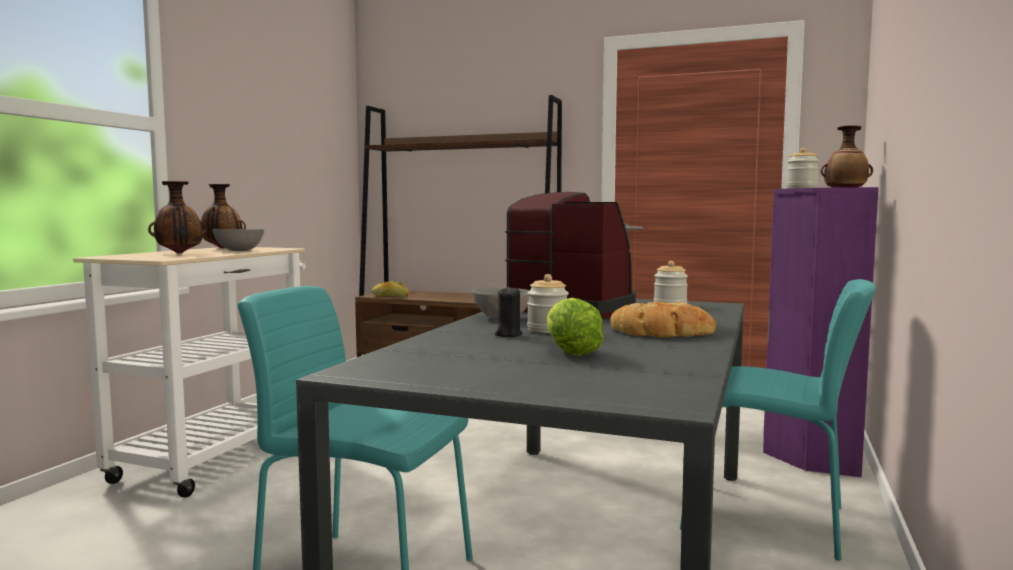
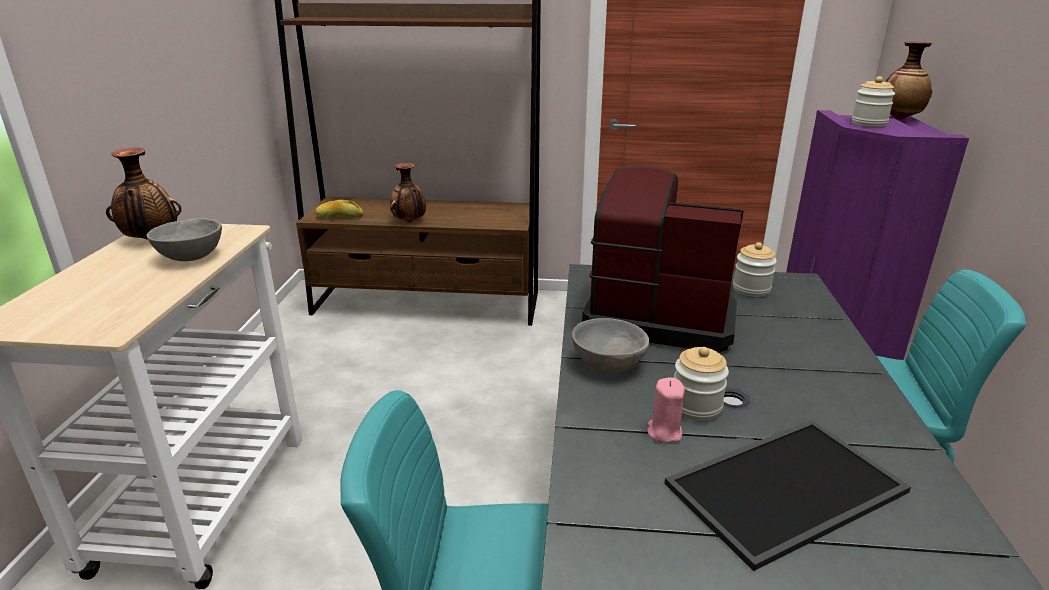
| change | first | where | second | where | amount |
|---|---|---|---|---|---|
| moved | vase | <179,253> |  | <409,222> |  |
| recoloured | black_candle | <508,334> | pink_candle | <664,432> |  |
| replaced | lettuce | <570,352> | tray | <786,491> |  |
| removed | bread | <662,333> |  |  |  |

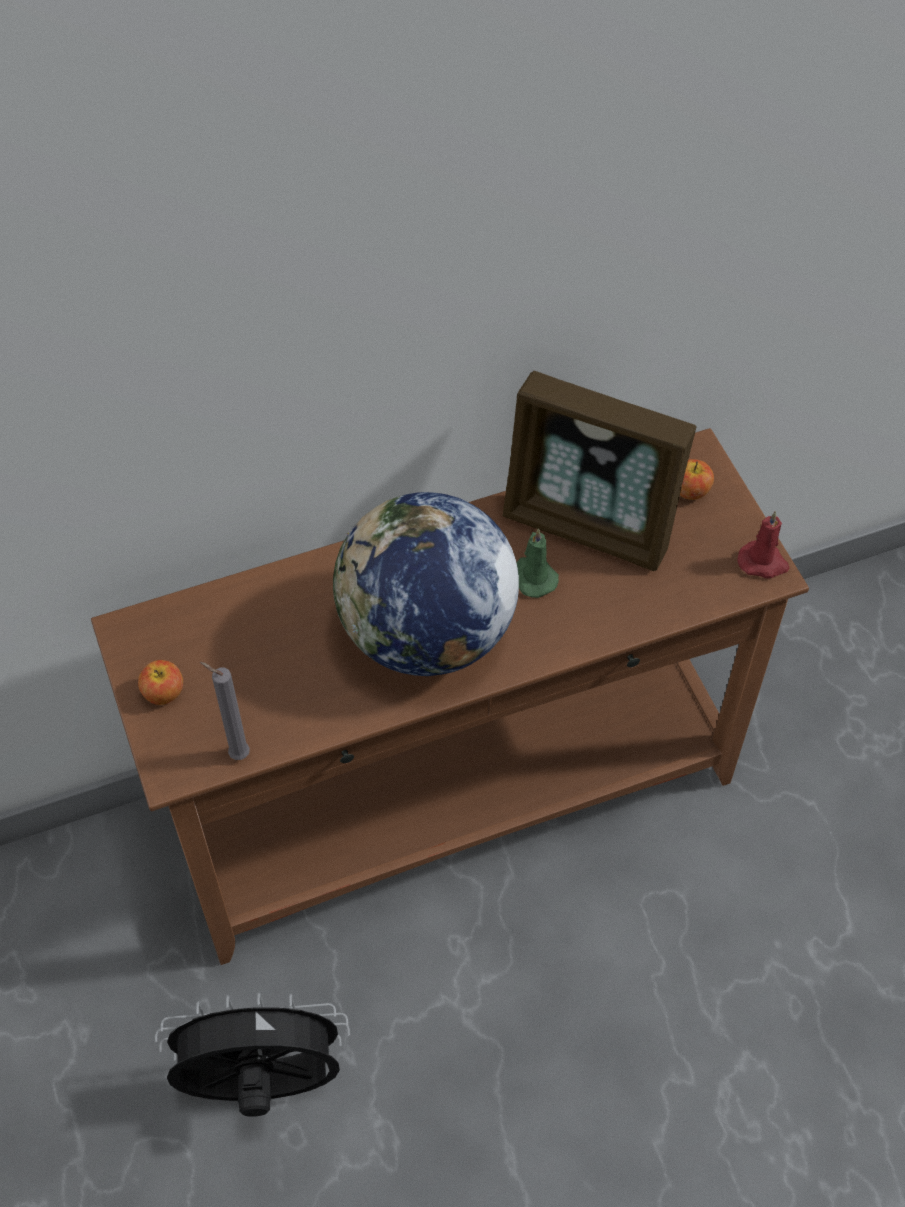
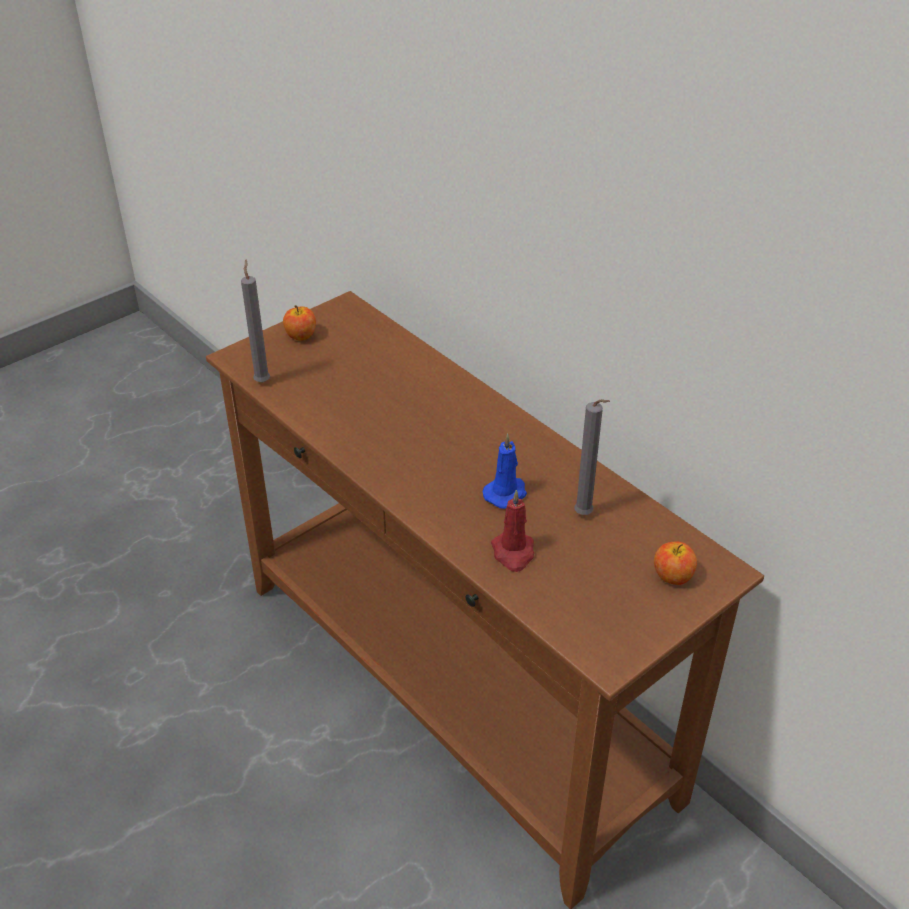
| change | first | where | second | where | amount |
|---|---|---|---|---|---|
| replaced | picture_frame | <589,525> | grey_candle | <585,516> |  |
| removed | globe | <426,635> |  |  |  |
| moved | red_candle | <763,562> |  | <513,553> |  |
| recoloured | green_candle | <533,577> | blue_candle | <506,493> |  |
| removed | black_fan | <262,1086> |  |  |  |

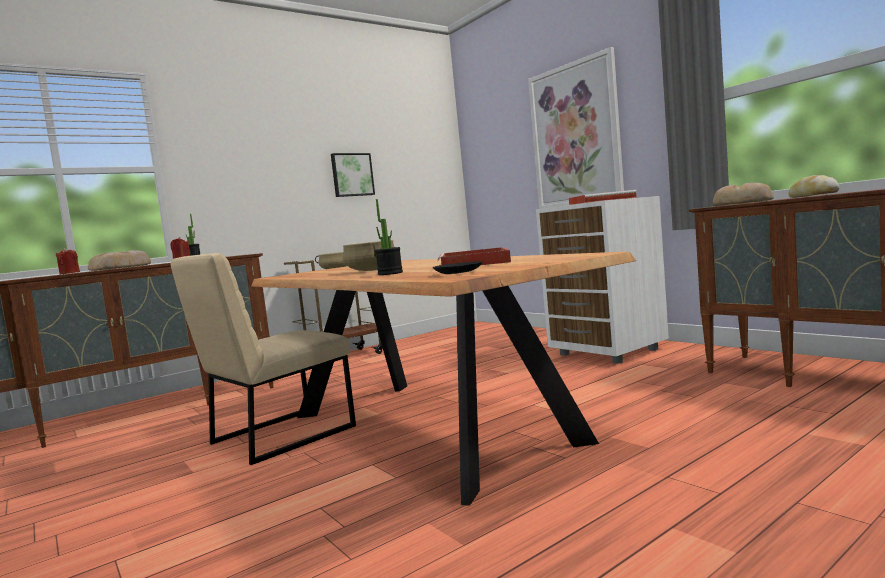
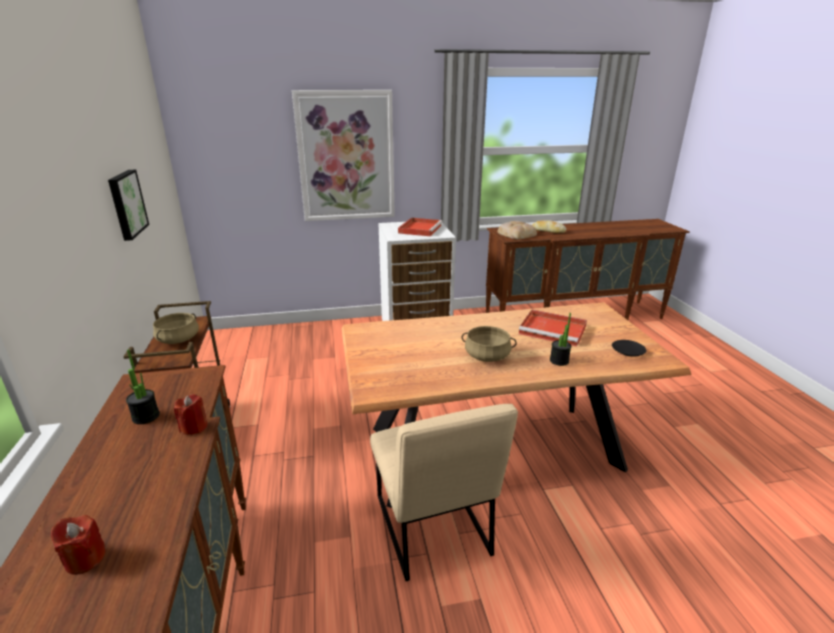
| change | first | where | second | where | amount |
|---|---|---|---|---|---|
| removed | bread | <122,267> |  |  |  |

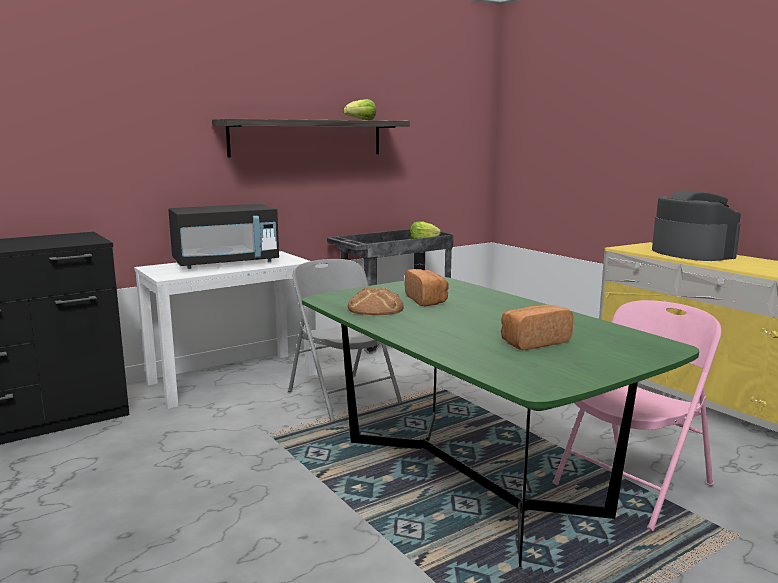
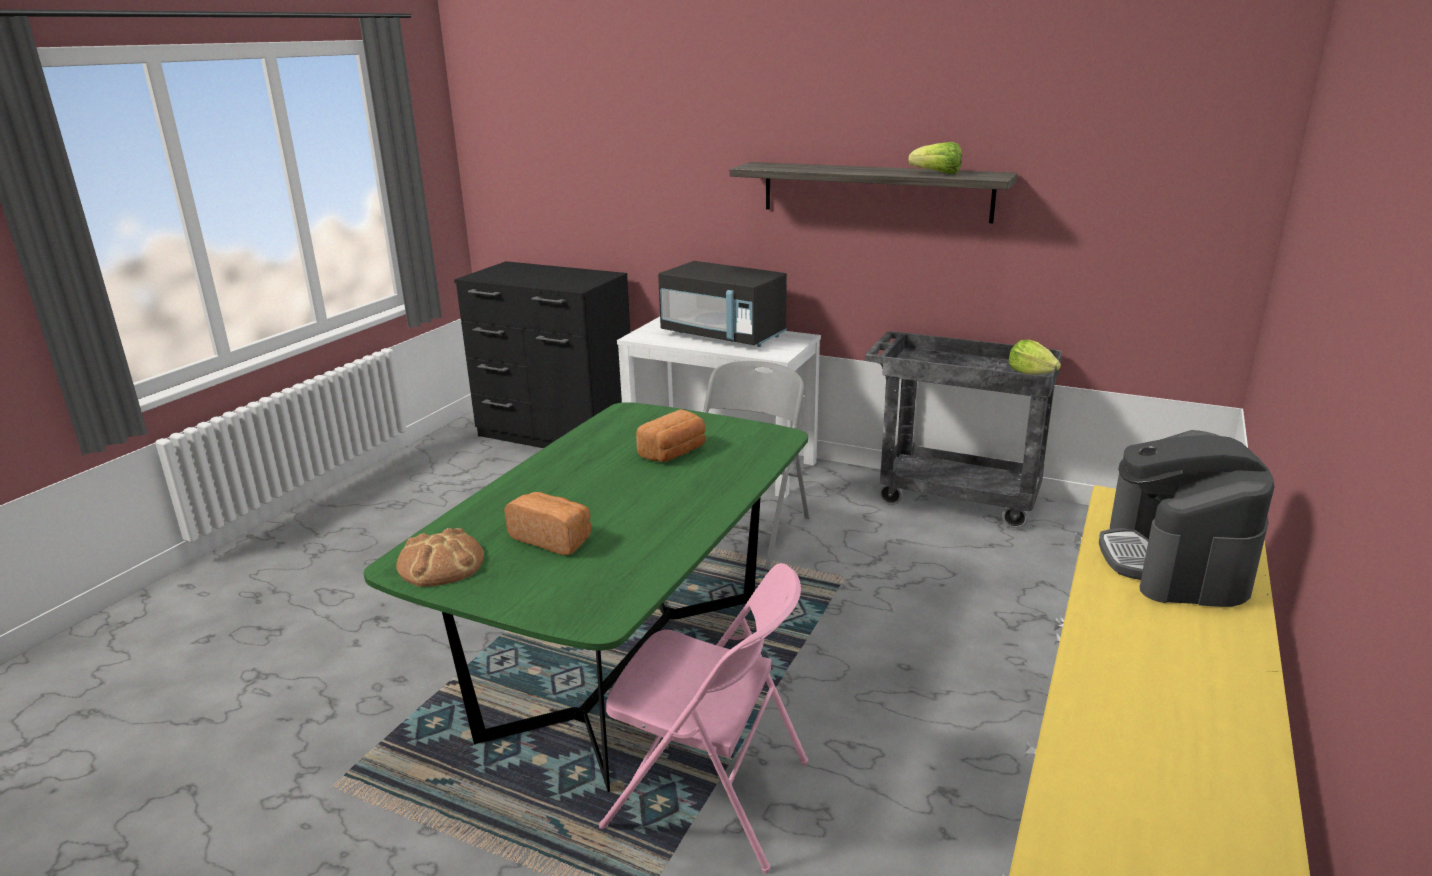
| change | first | where | second | where | amount |
|---|---|---|---|---|---|
| turned | coffee_machine | <691,253> |  | <1174,562> | 150 degrees clockwise |
| moved | bread | <375,308> |  | <441,563> |  |

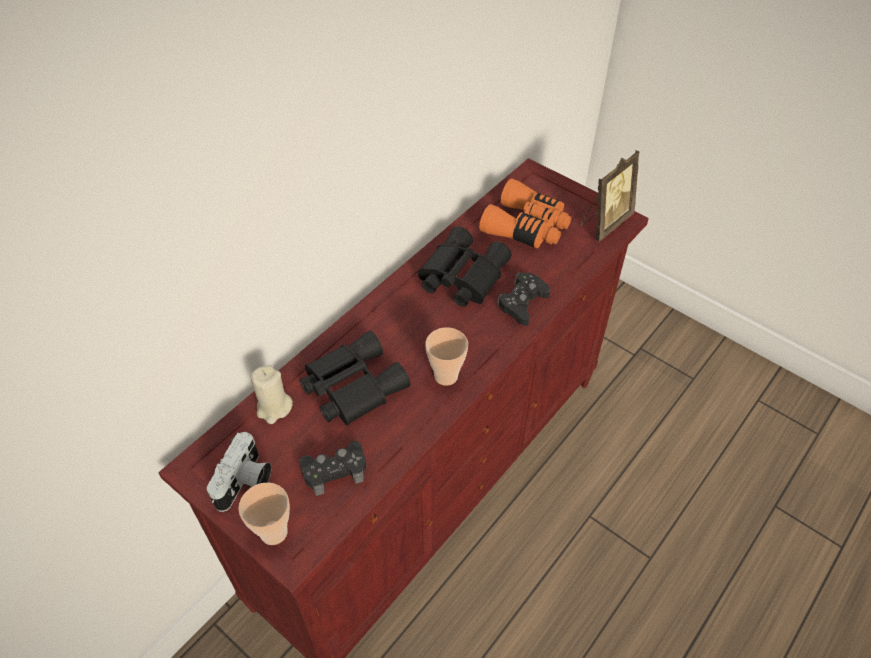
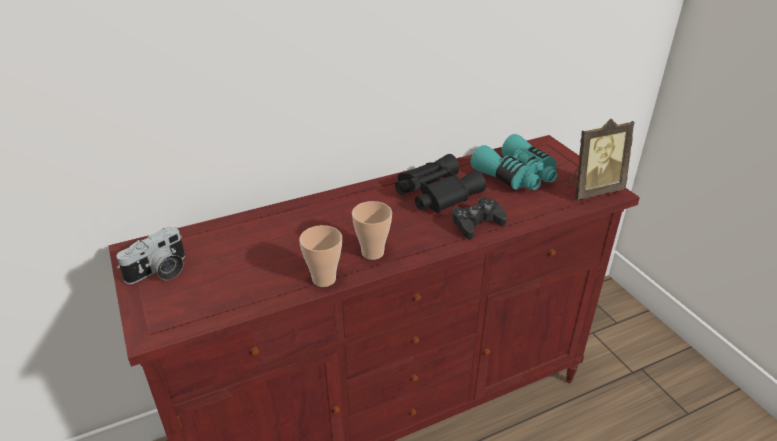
| change | first | where | second | where | amount |
|---|---|---|---|---|---|
| recoloured | orange_binoculars | <527,227> | turquoise_binoculars | <517,176> |  |
| removed | black_binoculars | <351,385> |  |  |  |
| removed | beige_candle | <274,408> |  |  |  |
| removed | black_game_controller | <335,471> |  |  |  |
| moved | cup | <274,532> |  | <324,279> |  |

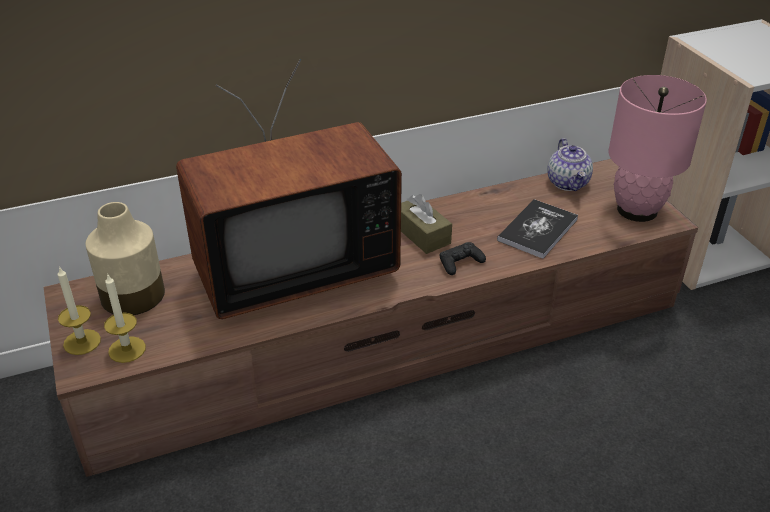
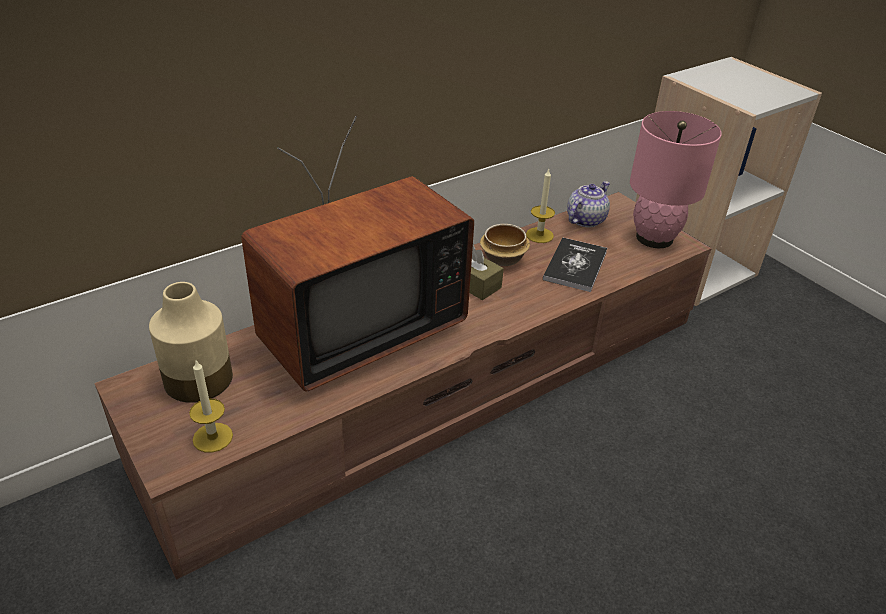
| change | first | where | second | where | amount |
|---|---|---|---|---|---|
| turned | teapot | <568,183> |  | <585,219> | 120 degrees counterclockwise |
| removed | black_game_controller | <460,263> |  |  |  |
| moved | candle | <82,342> |  | <539,235> |  |
| added |  |  | bowl | <504,259> |  |

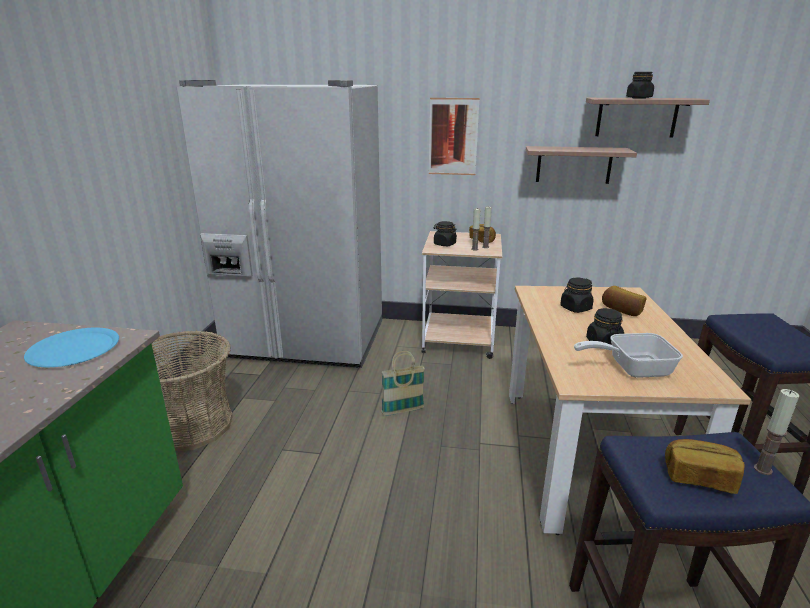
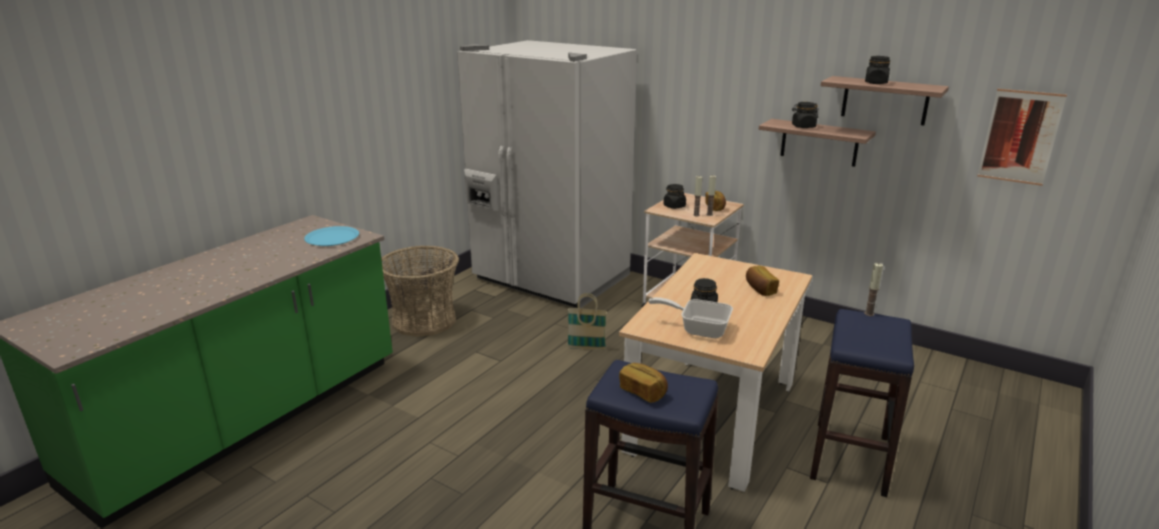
| change | first | where | second | where | amount |
|---|---|---|---|---|---|
| moved | picture | <453,137> |  | <1020,137> |  |
| moved | black_jar | <575,308> |  | <803,126> |  |
| moved | candle | <762,469> |  | <869,313> |  |

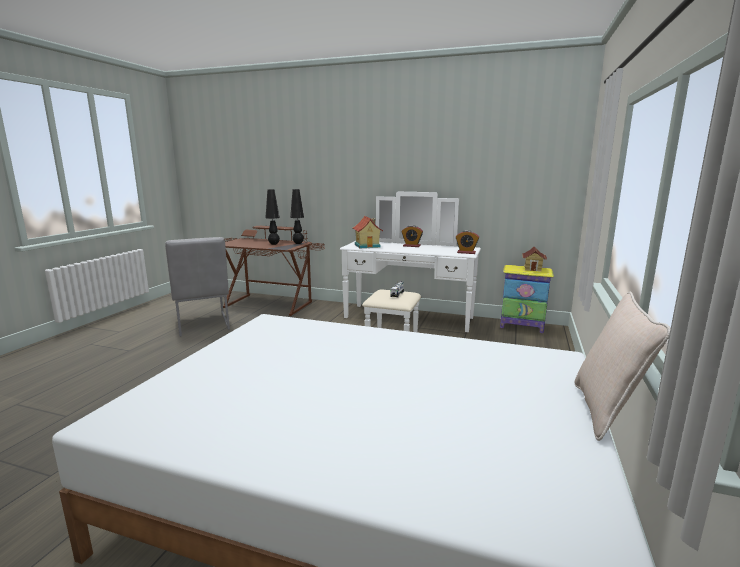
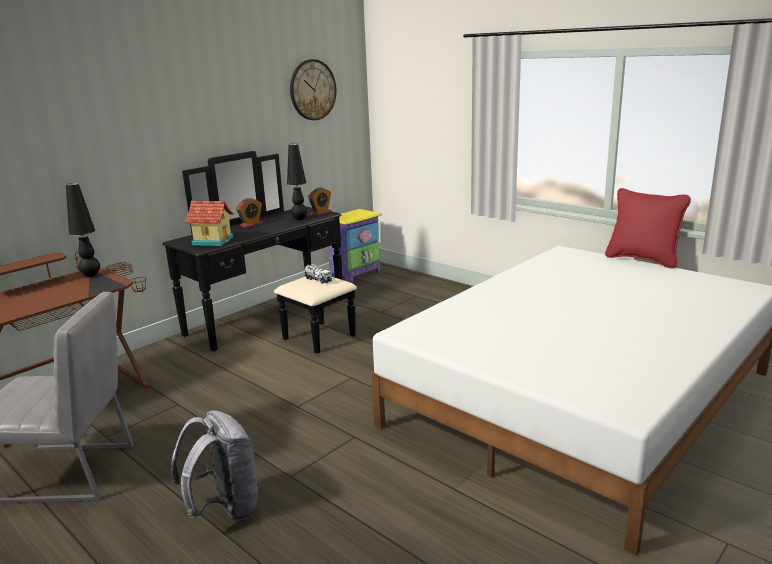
| change | first | where | second | where | amount |
|---|---|---|---|---|---|
| moved | black_table_lamp | <274,244> |  | <299,219> |  |
| recoloured | white_dresser | <405,322> | black_dresser | <279,320> |  |
| removed | toy_house | <533,269> |  |  |  |
| recoloured | beige_pillow | <606,411> | red_pillow | <642,259> |  |
| added |  |  | wall_clock | <312,90> |  |
| added |  |  | grey_backpack | <225,508> |  |

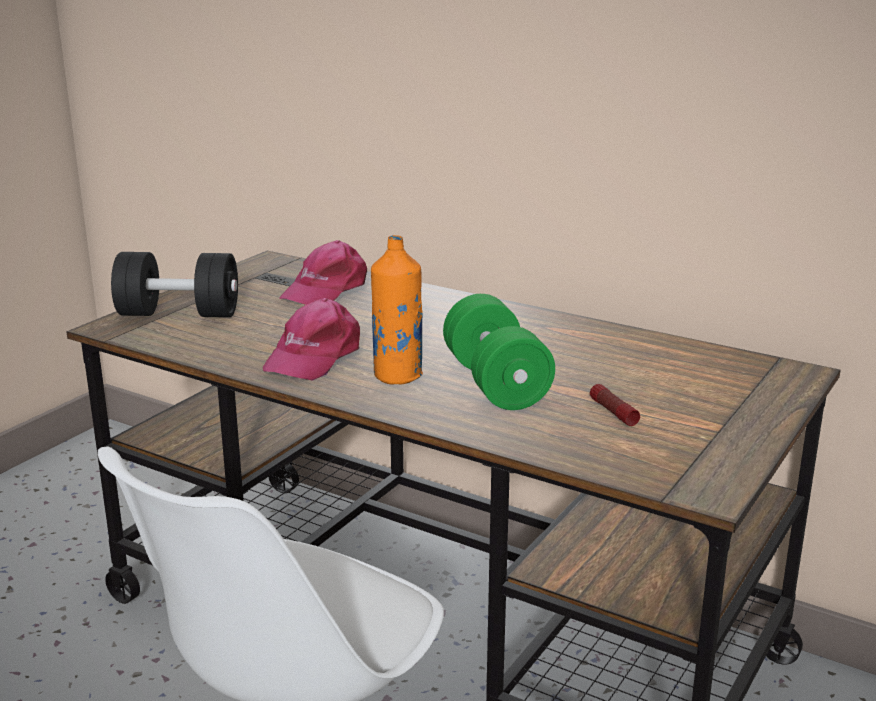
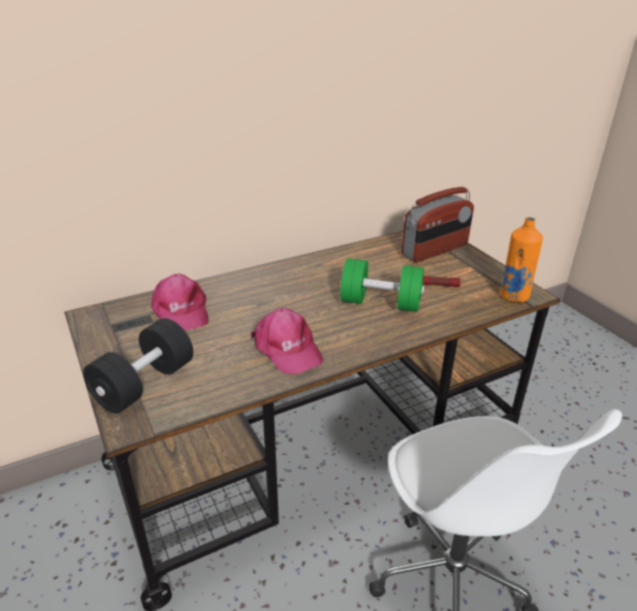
| change | first | where | second | where | amount |
|---|---|---|---|---|---|
| moved | orange_bottle | <398,376> |  | <514,296> |  |
| added |  |  | radio | <435,250> |  |

